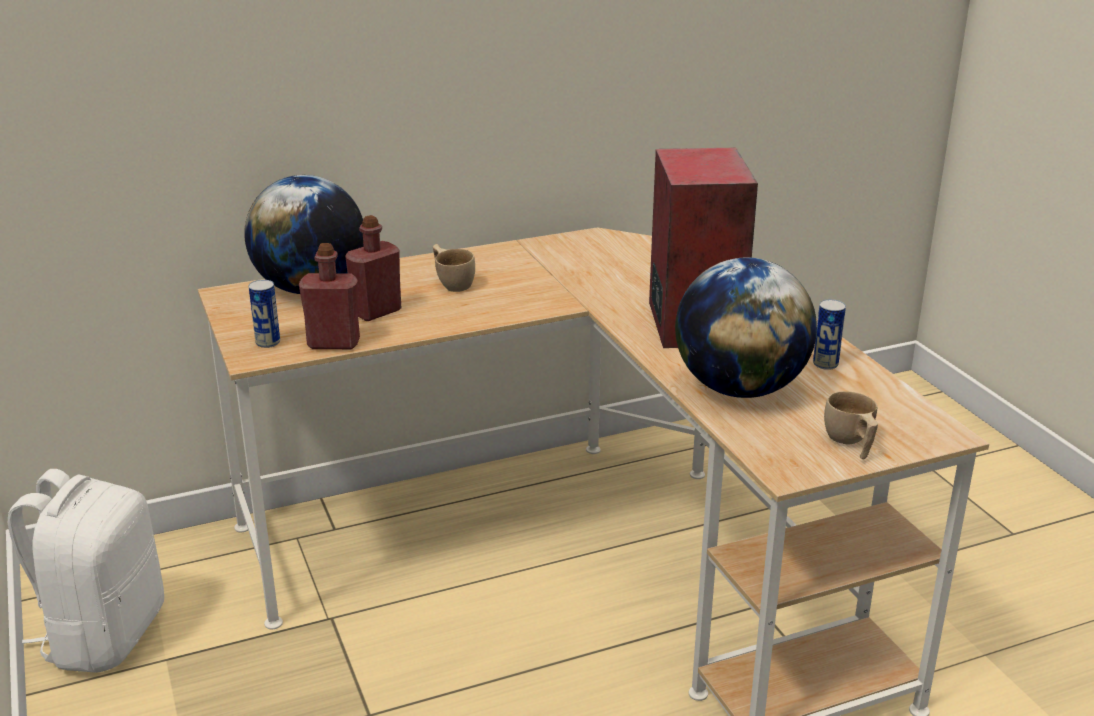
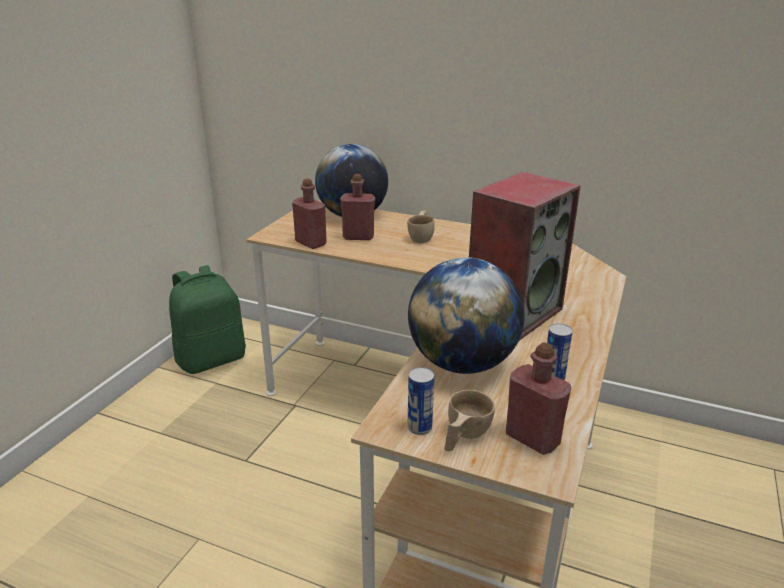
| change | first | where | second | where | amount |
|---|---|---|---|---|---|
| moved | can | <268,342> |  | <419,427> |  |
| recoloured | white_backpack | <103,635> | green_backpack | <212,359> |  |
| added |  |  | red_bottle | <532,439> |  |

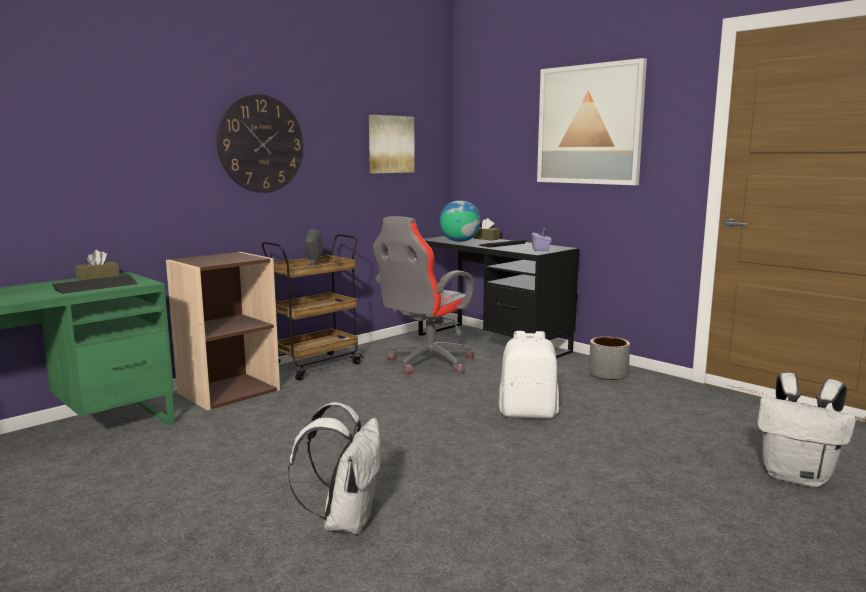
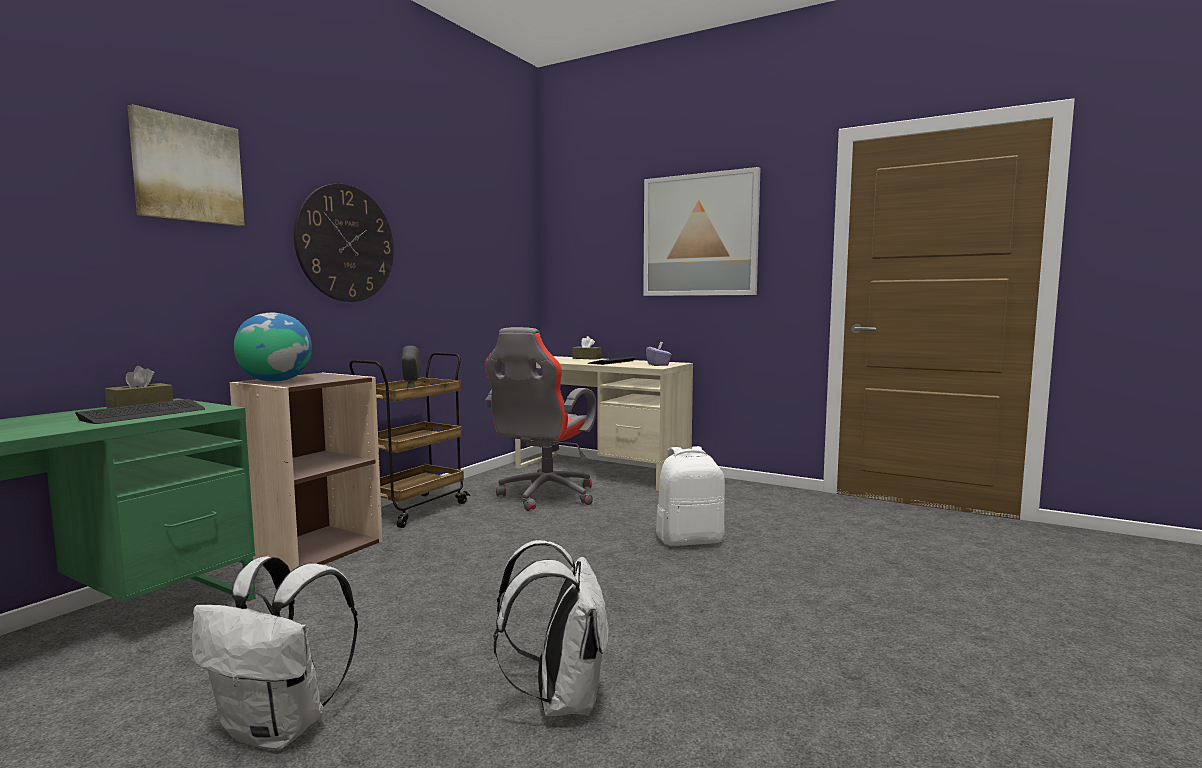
| change | first | where | second | where | amount |
|---|---|---|---|---|---|
| moved | picture | <390,144> |  | <187,170> |  |
| moved | globe | <459,241> |  | <275,381> |  |
| recoloured | black_desk | <492,343> | beige_desk | <601,471> |  |
| removed | grey_planter | <608,374> |  |  |  |
| moved | white_backpack | <798,477> |  | <280,728> |  |

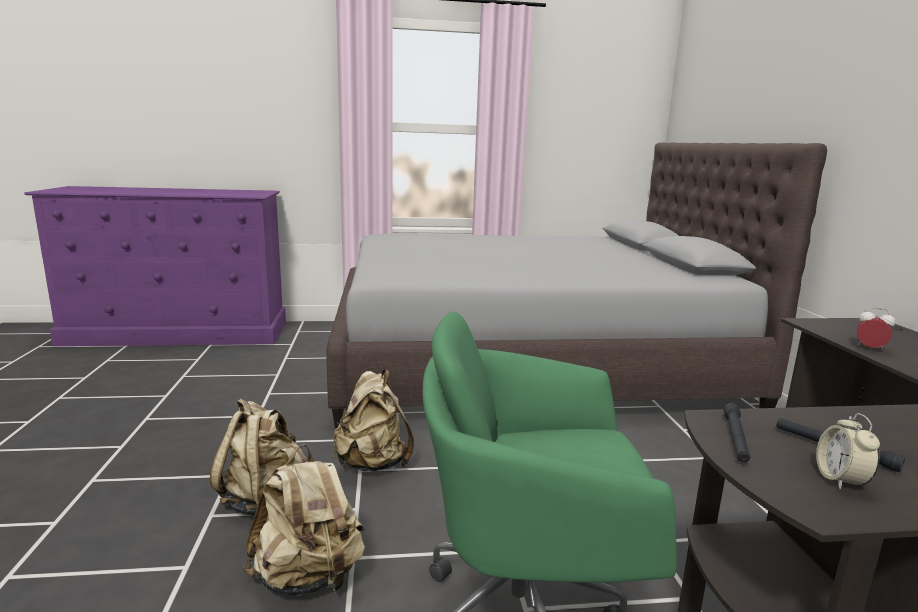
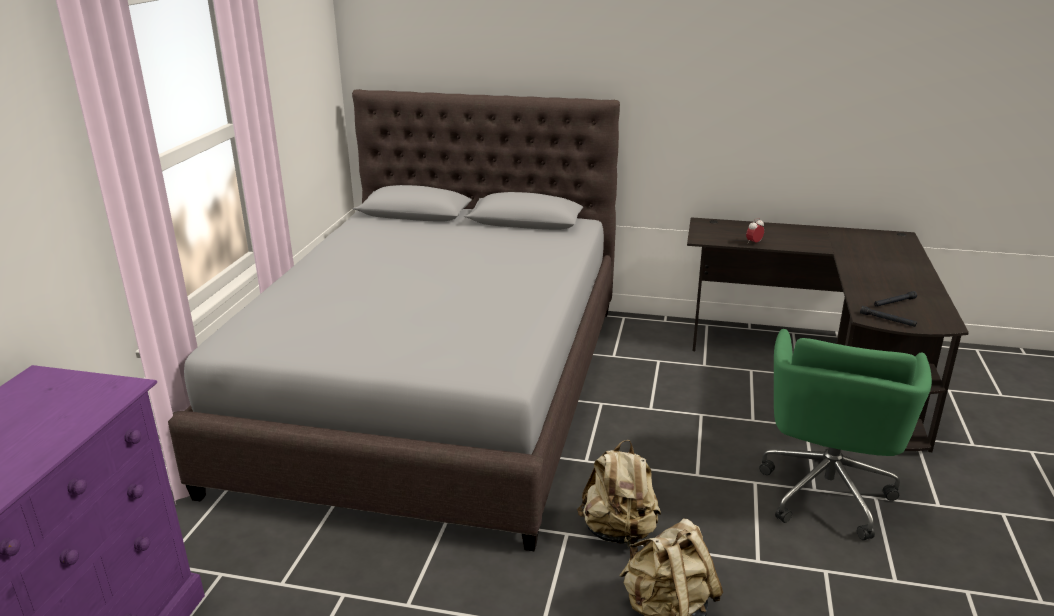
| change | first | where | second | where | amount |
|---|---|---|---|---|---|
| removed | alarm_clock | <840,480> |  |  |  |
| removed | beige_backpack | <308,577> |  |  |  |

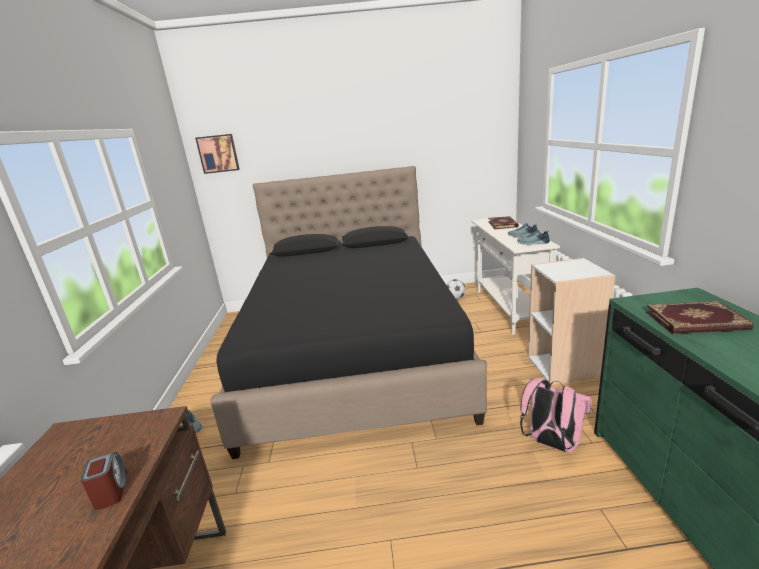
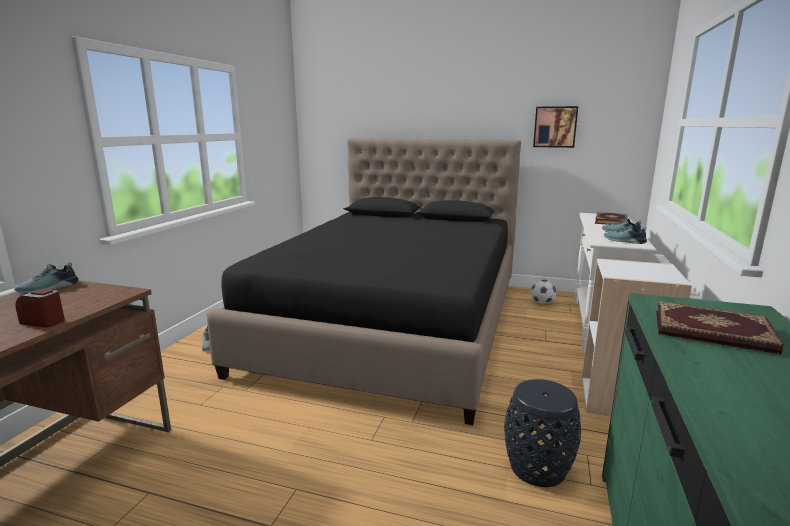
| change | first | where | second | where | amount |
|---|---|---|---|---|---|
| moved | picture | <218,153> |  | <555,127> |  |
| replaced | pink_backpack | <551,443> | black_stool | <537,468> |  |
| turned | alarm_clock | <111,490> |  | <44,322> | 75 degrees counterclockwise |
| added |  |  | shoe | <49,288> |  |

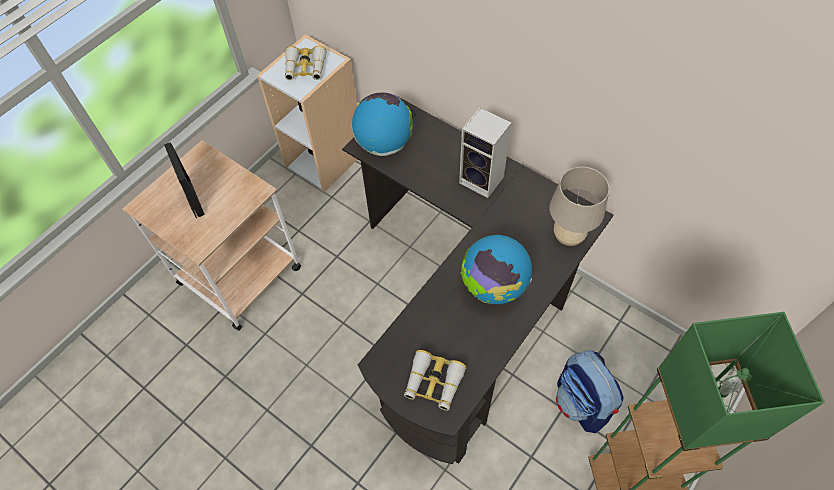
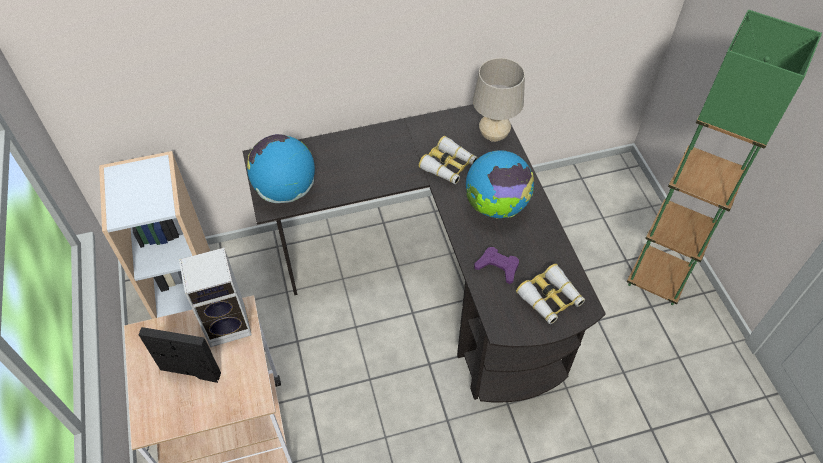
| change | first | where | second | where | amount |
|---|---|---|---|---|---|
| moved | binoculars | <305,68> |  | <448,166> |  |
| moved | speaker | <483,180> |  | <229,323> |  |
| removed | backpack | <582,403> |  |  |  |
| added |  |  | purple_game_controller | <497,267> |  |

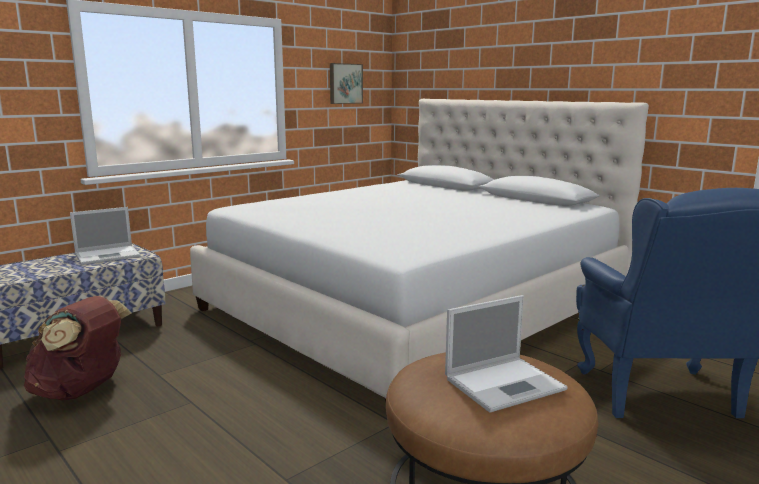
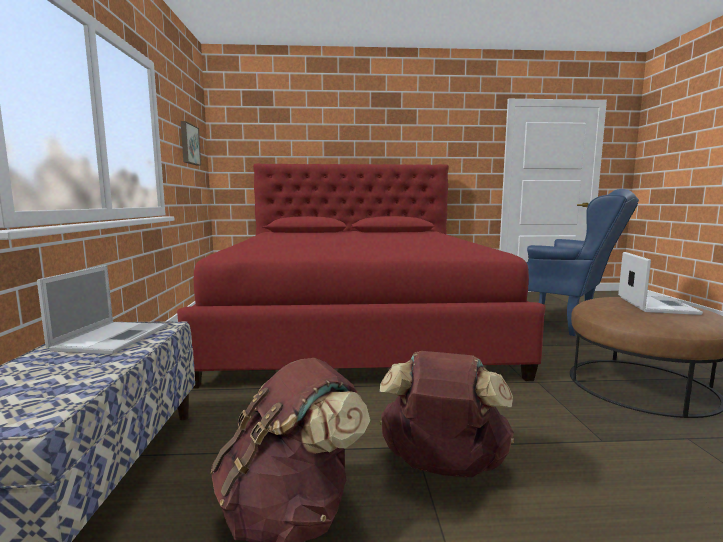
| change | first | where | second | where | amount |
|---|---|---|---|---|---|
| recoloured | white_bed | <415,306> | red_bed | <356,325> |  |
| added |  |  | brown_backpack | <442,467> |  |

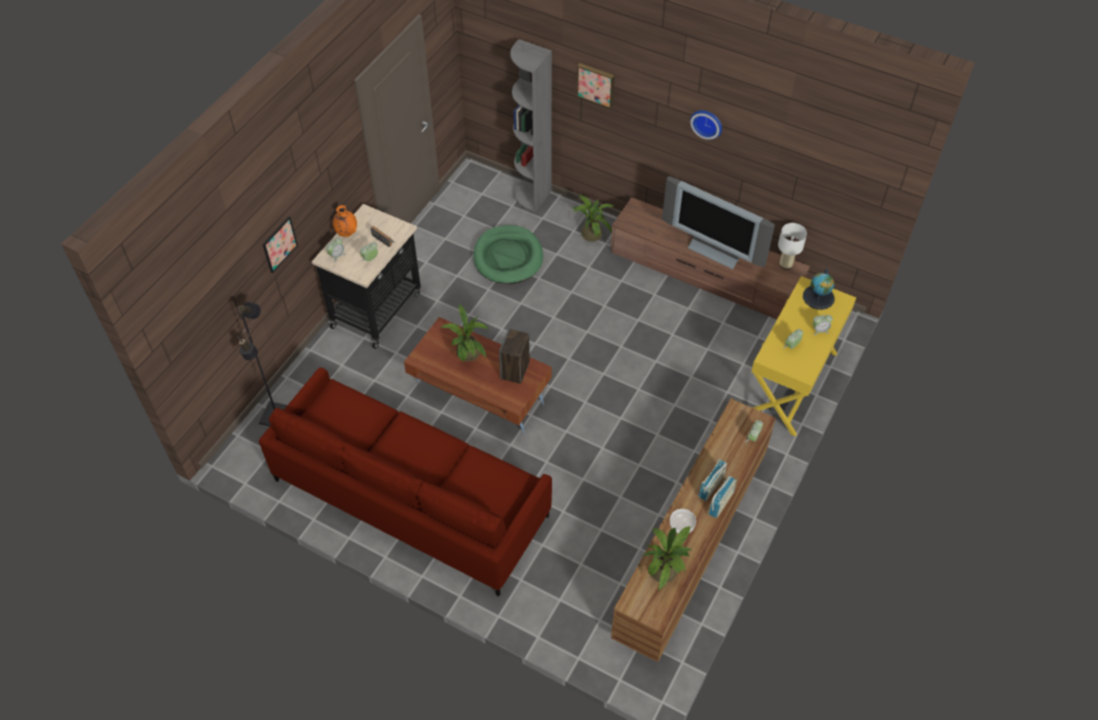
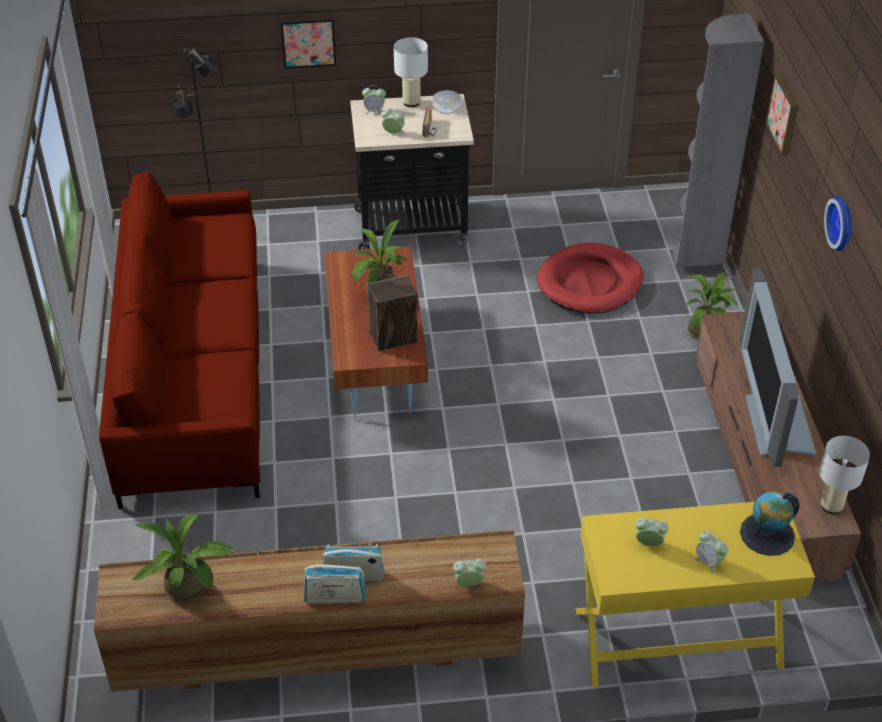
| change | first | where | second | where | amount |
|---|---|---|---|---|---|
| replaced | orange_vase | <346,233> | white_table_lamp | <411,102> |  |
| recoloured | green_dog_bed | <508,257> | red_dog_bed | <590,283> |  |
| moved | bowl | <682,525> |  | <446,108> |  |

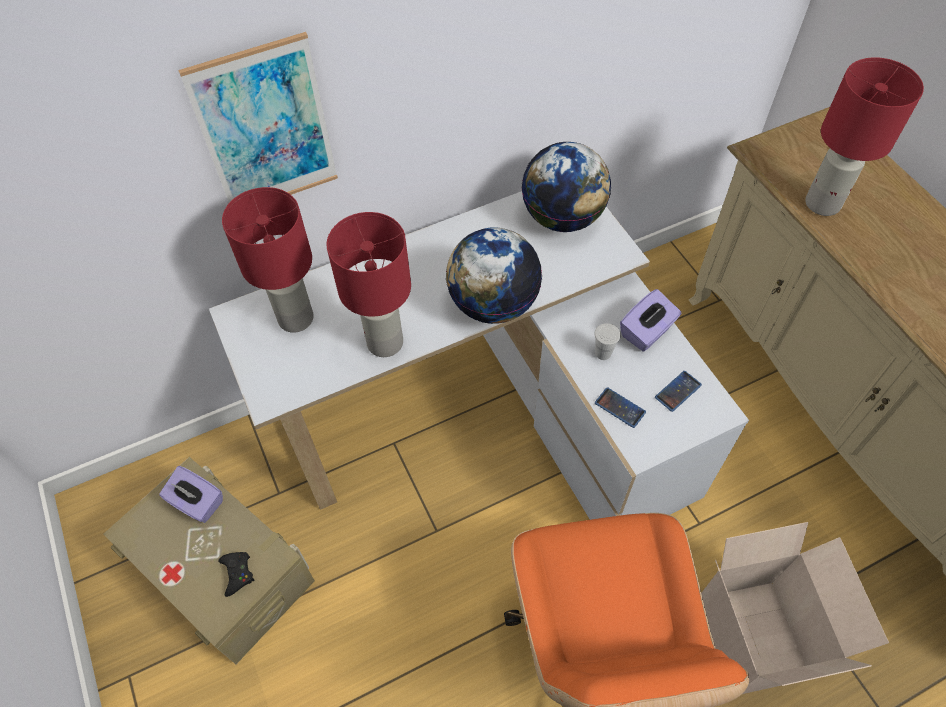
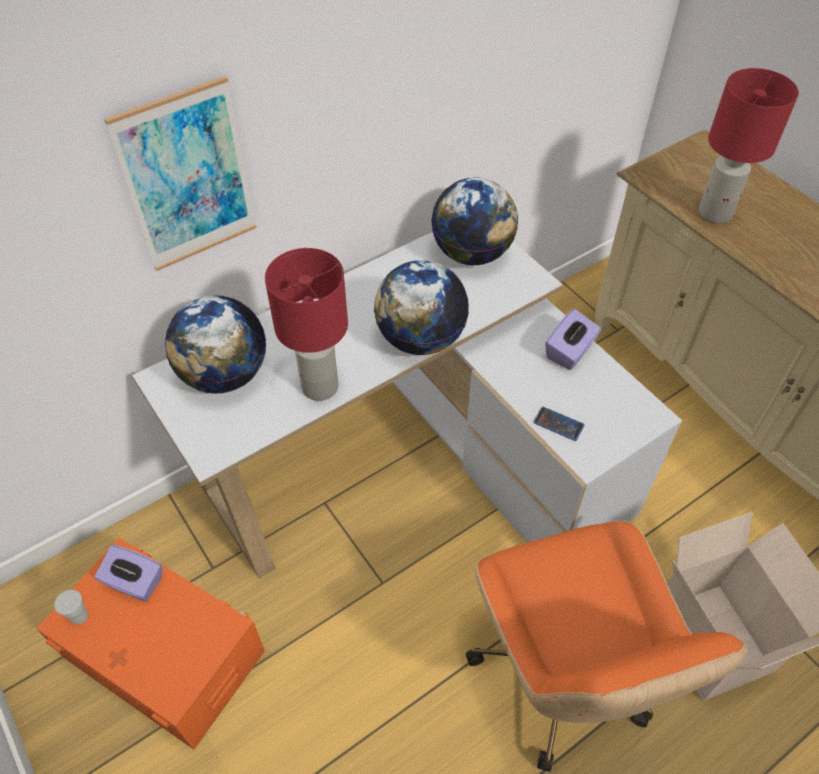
| change | first | where | second | where | amount |
|---|---|---|---|---|---|
| replaced | red_table_lamp | <295,319> | globe | <224,375> |  |
| moved | white_cup | <603,353> |  | <79,616> |  |
| removed | phone | <678,391> |  |  |  |
| recoloured | beige_storage_box | <222,570> | orange_storage_box | <164,654> |  |
| removed | black_game_controller | <237,573> |  |  |  |

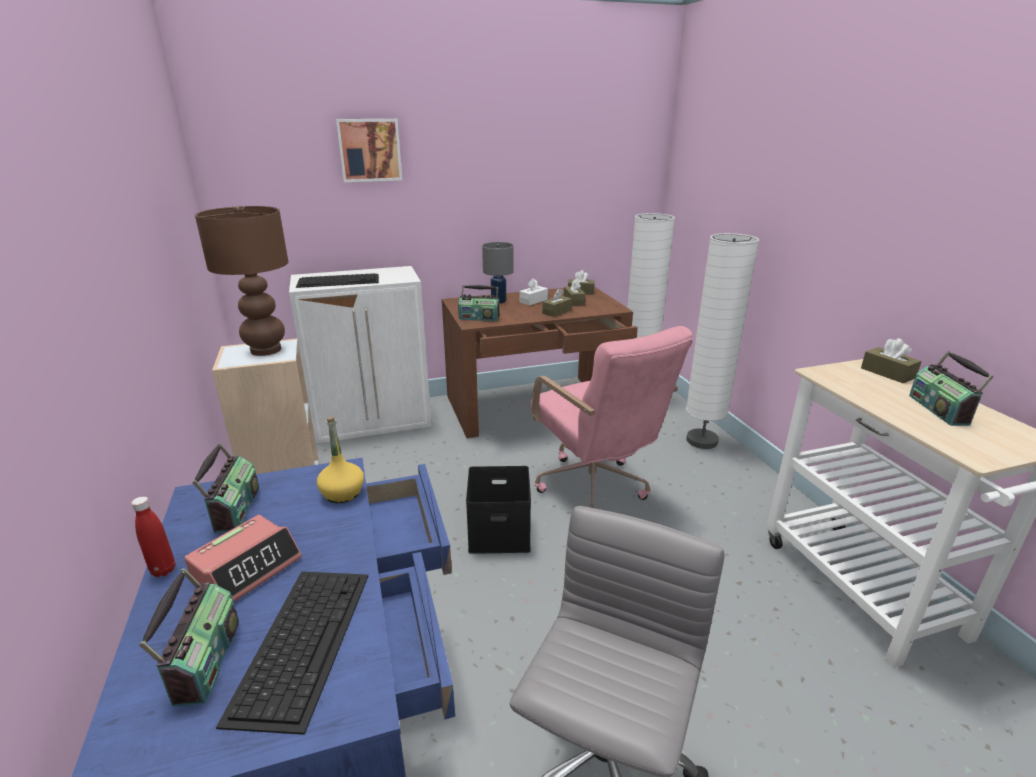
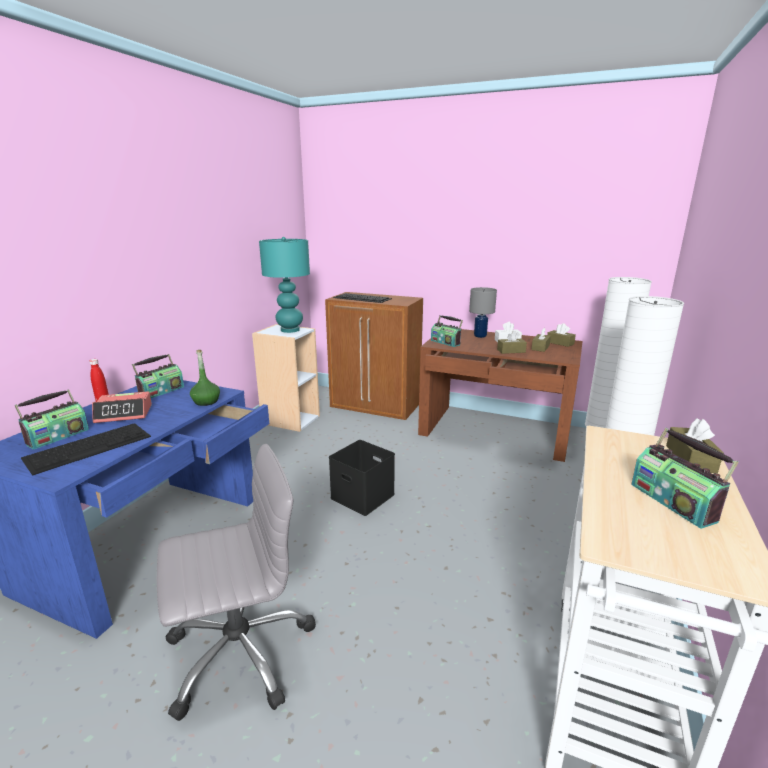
| change | first | where | second | where | amount |
|---|---|---|---|---|---|
| removed | picture | <369,150> |  |  |  |
| recoloured | brown_table_lamp | <266,350> | turquoise_table_lamp | <290,330> |  |
| recoloured | white_cabinet | <373,420> | brown_cabinet | <375,405> |  |
| removed | pink_office_chair | <595,489> |  |  |  |
| turned | radio | <940,409> |  | <673,502> | 60 degrees counterclockwise |
| recoloured | yellow_bottle | <342,493> | green_bottle | <206,401> |  |

